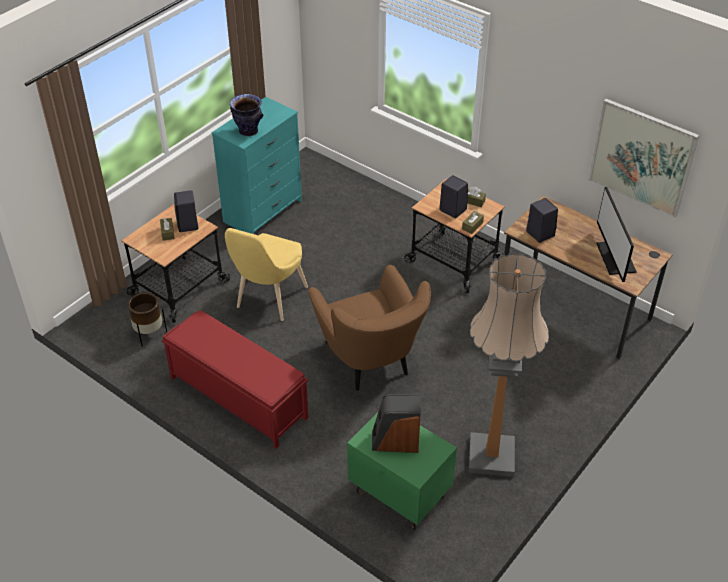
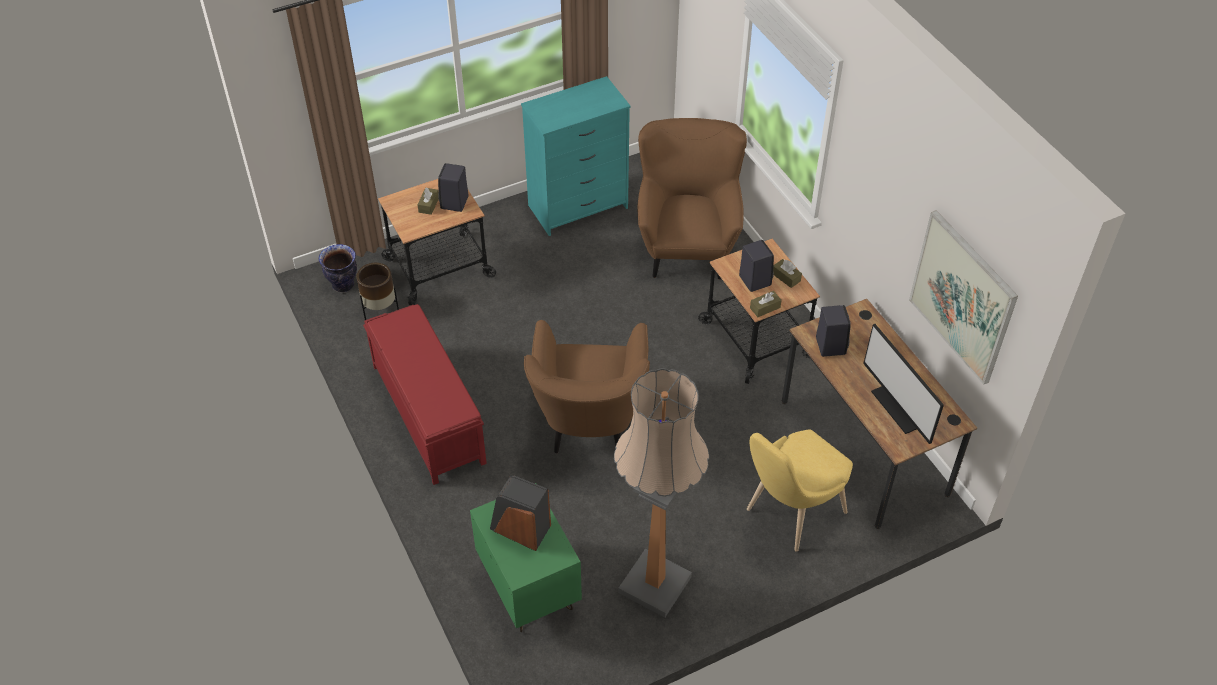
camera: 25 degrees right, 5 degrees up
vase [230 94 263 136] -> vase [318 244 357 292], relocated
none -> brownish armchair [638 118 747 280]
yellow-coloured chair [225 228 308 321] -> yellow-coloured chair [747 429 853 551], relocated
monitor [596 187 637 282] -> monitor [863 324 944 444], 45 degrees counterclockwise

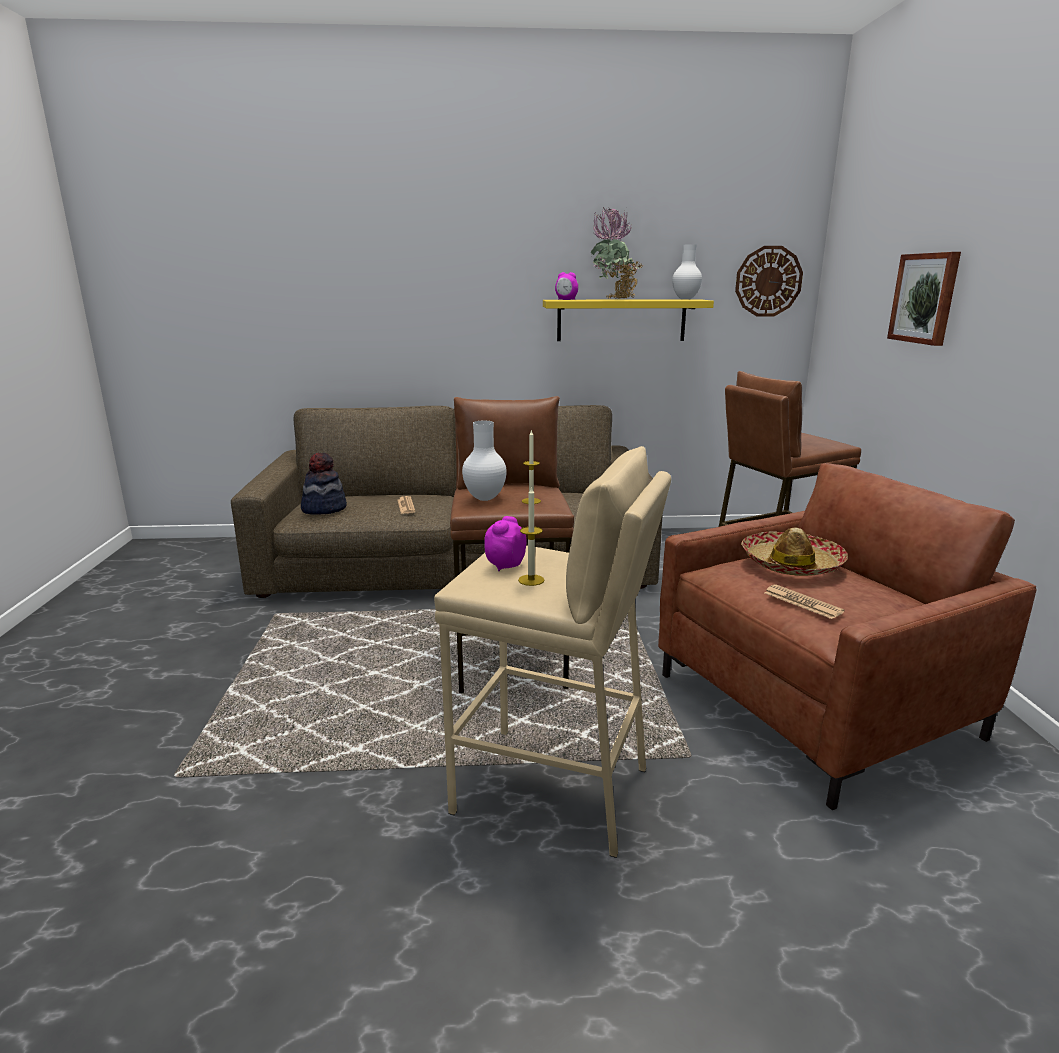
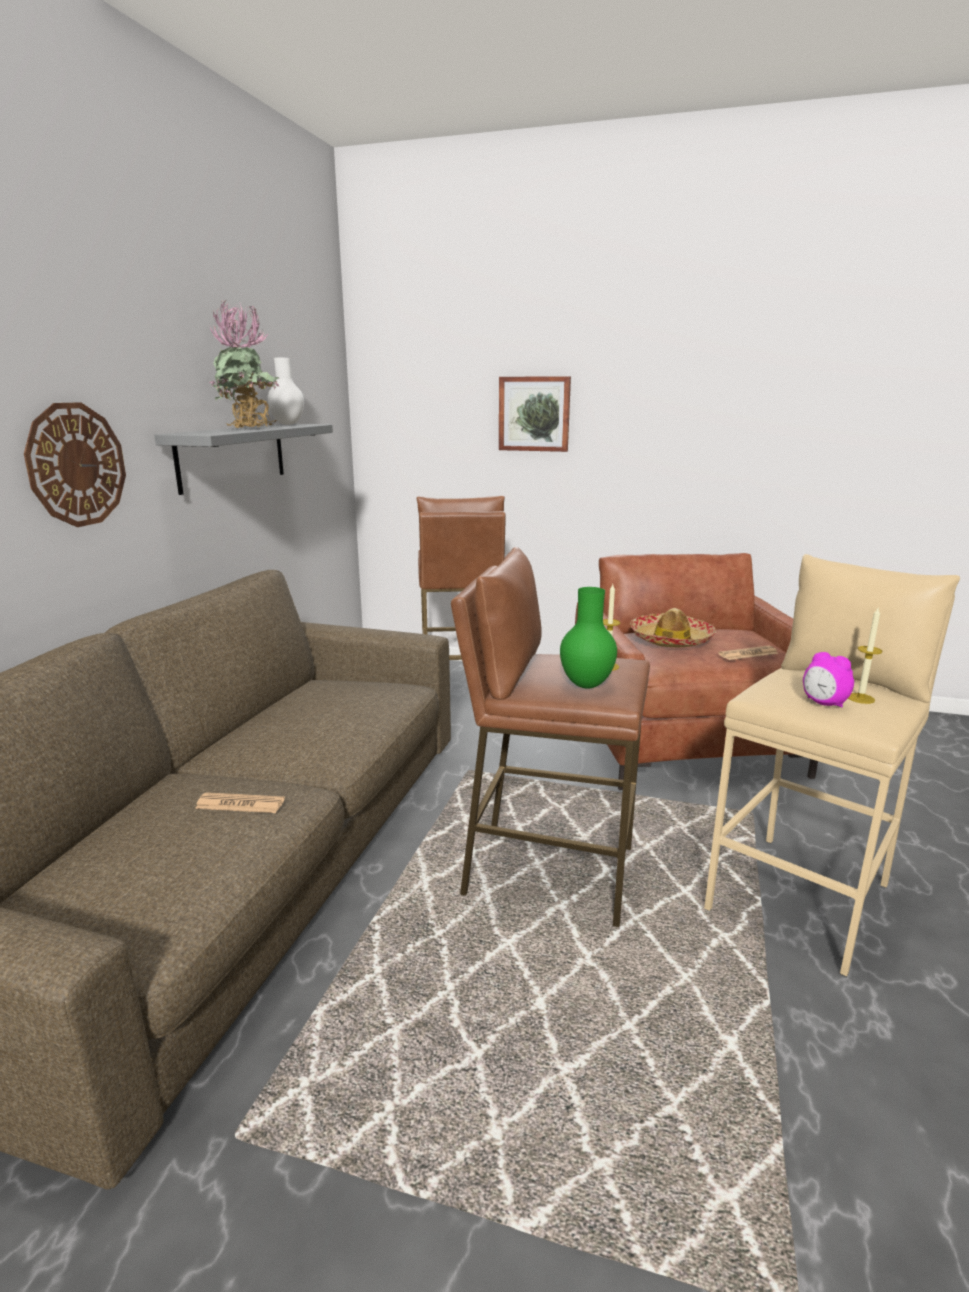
camera: 70 degrees left, 0 degrees up
wall clock [735 246 803 317] -> wall clock [24 402 126 527], relocated
yellow-coloured shelf [543 299 714 341] -> grey shelf [154 424 333 495]
whitish vase [462 421 507 501] -> greenish vase [560 587 617 689]
wearable hat [301 453 347 515] -> none
alarm clock [555 272 578 300] -> none

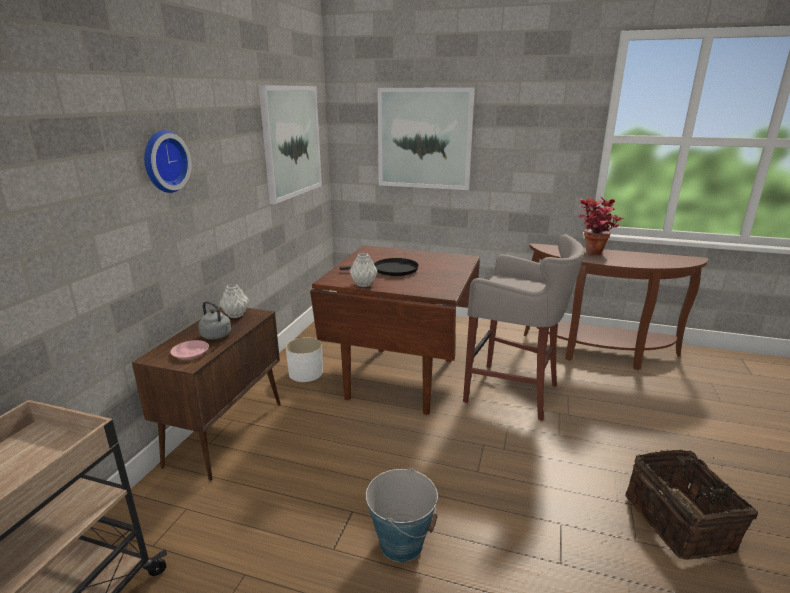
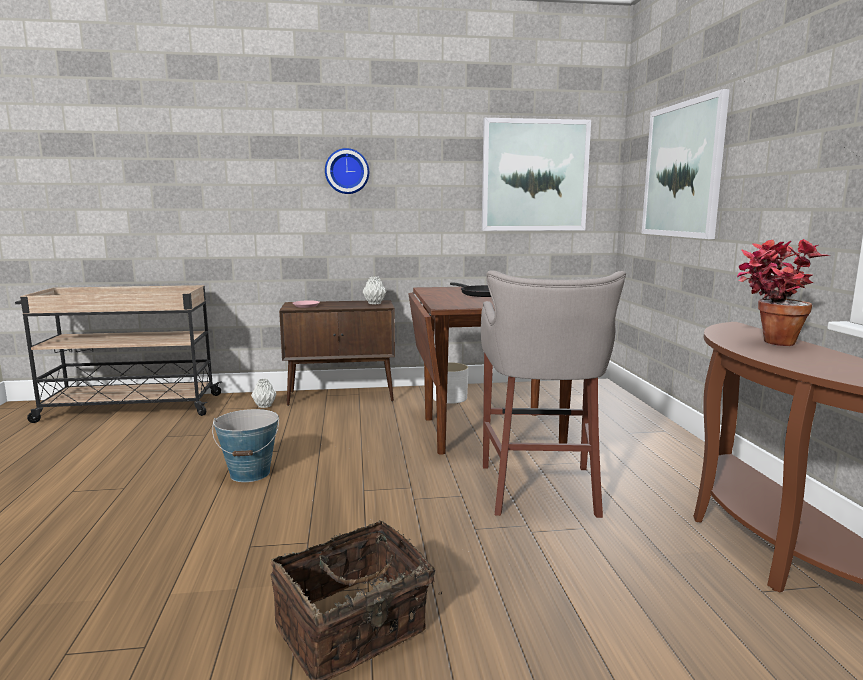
camera: 65 degrees right, 10 degrees down
grey vase [350 253 378 287] -> grey vase [251 378 276 408], relocated
grey tea kettle [198 301 231 340] -> none

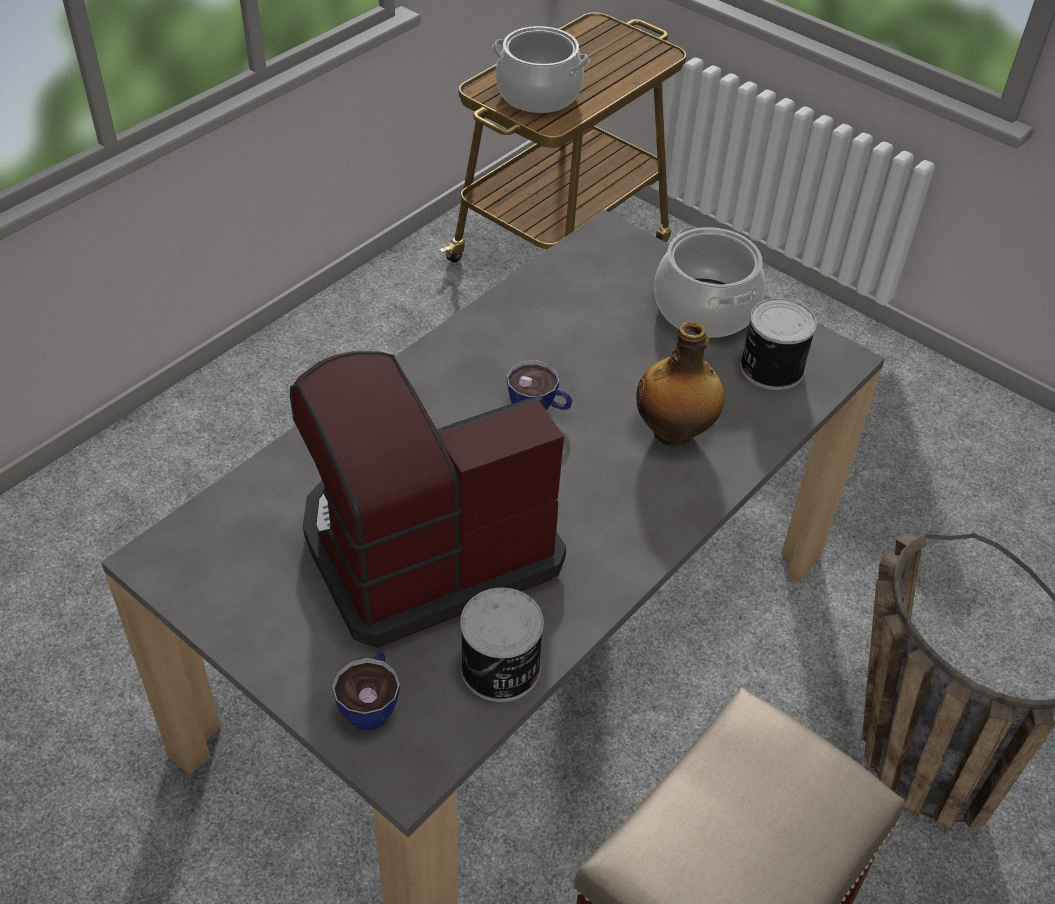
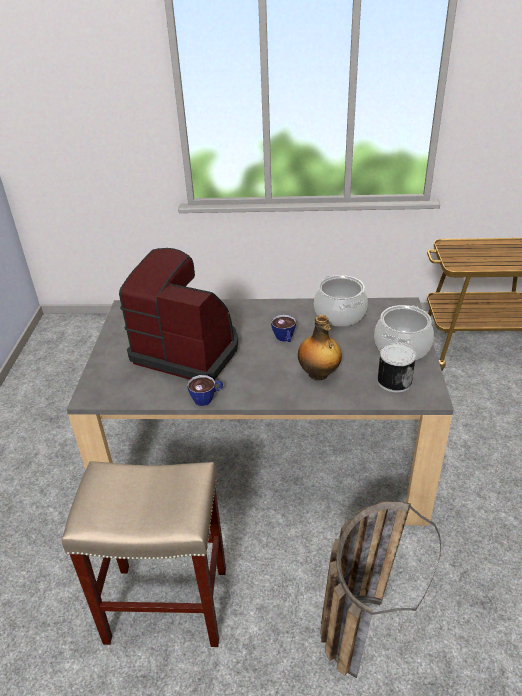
camera: 55 degrees right, 10 degrees down
drinking cup [332 652 400 731] -> drinking cup [187 375 223 406], relocated
cooking pot [492 26 590 113] -> cooking pot [314 275 368 326], relocated
sealed can [460 588 544 702] -> none

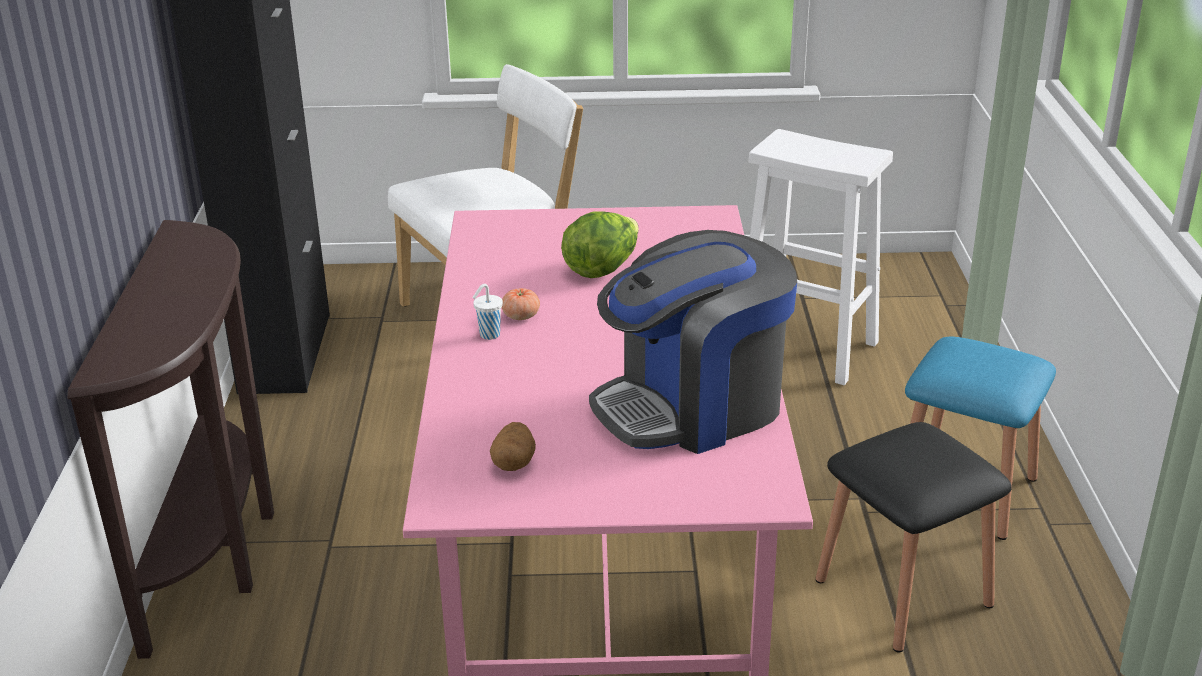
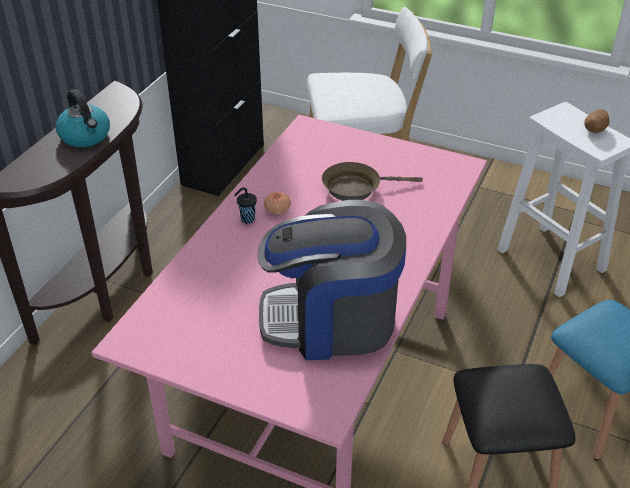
camera: 25 degrees right, 10 degrees up
none -> tea kettle [56 89 110 147]
whitish drinking cup [472 284 503 340] -> blackish drinking cup [234 187 257 224]
lettuce head [561 212 639 278] -> brownish skillet [322 162 423 201]
whole potato [490 422 536 471] -> whole potato [584 109 610 133], relocated

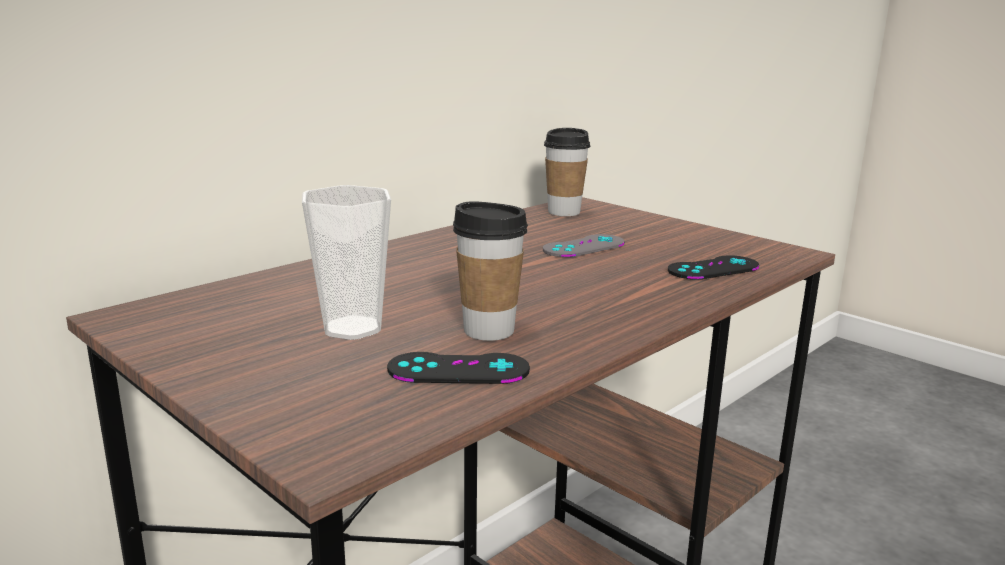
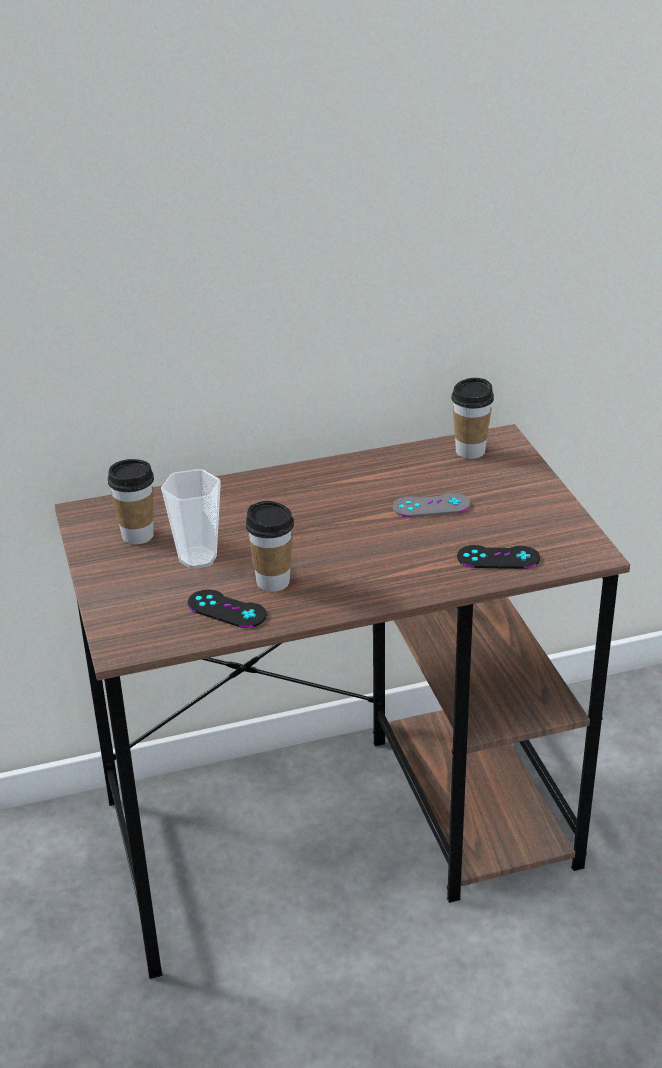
camera: 30 degrees right, 15 degrees up
none -> drinking cup [108 459 154 544]

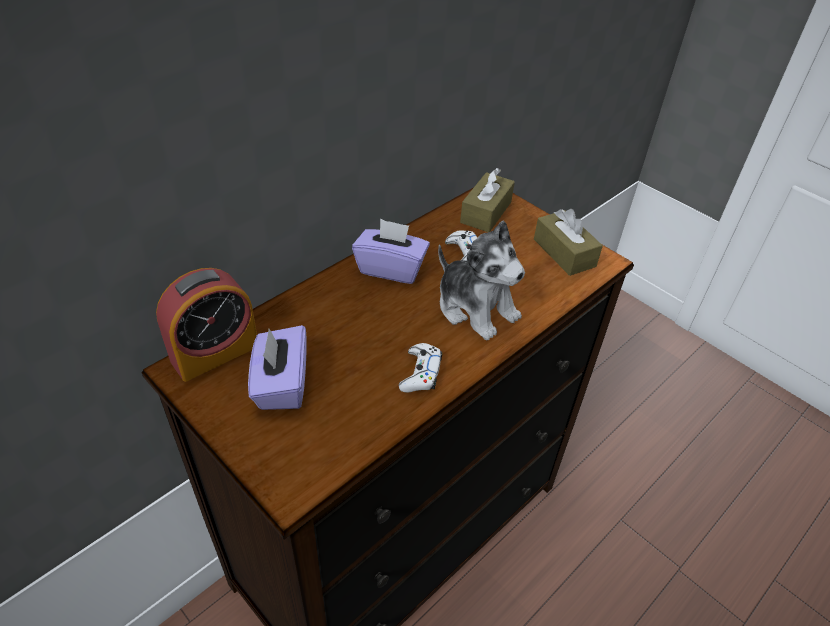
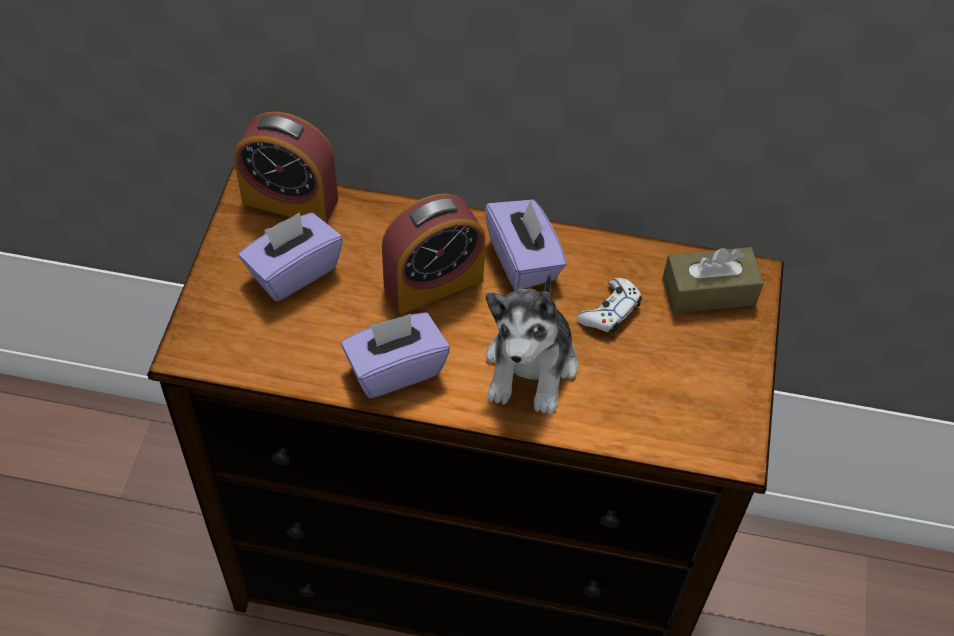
camera: 55 degrees right, 10 degrees up
whitish joypad [399 343 442 392] -> purple-coloured tissue box [341 312 450 398]
none -> alarm clock [382 194 485 314]
brownish tissue box [534 209 603 276] -> none

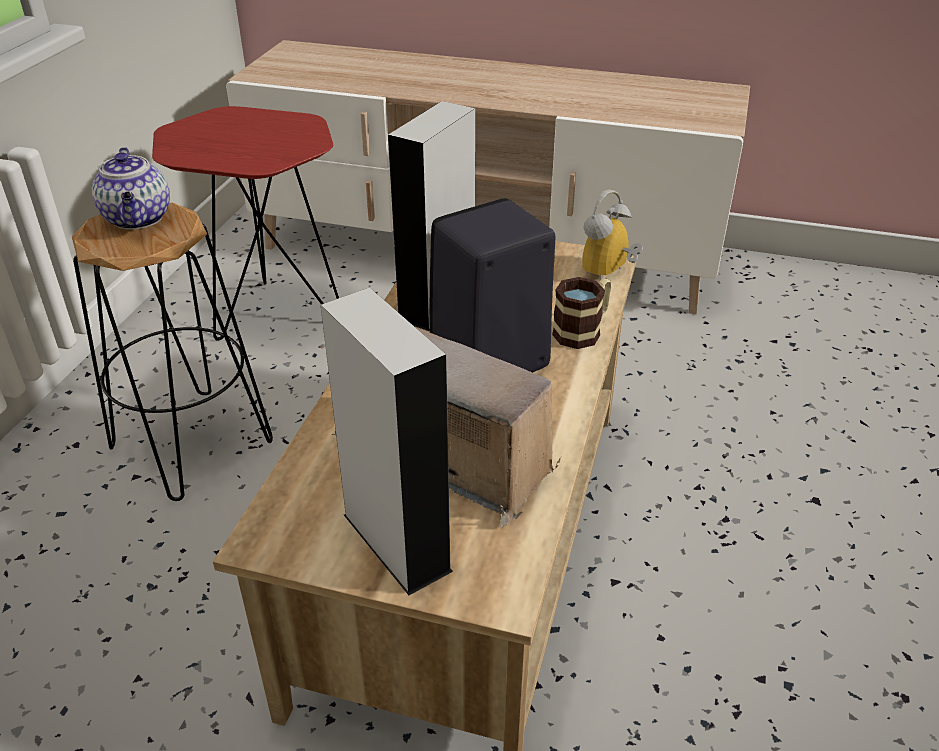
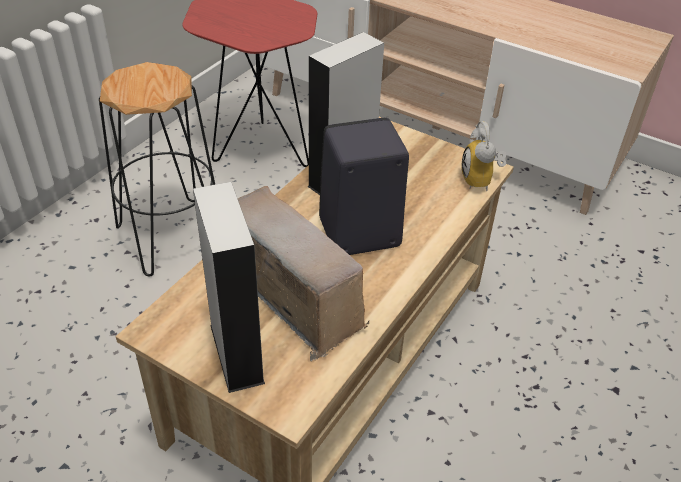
camera: 15 degrees right, 5 degrees up
alarm clock [582 190 643 280] -> alarm clock [461 121 506 191], 60 degrees counterclockwise
tea pot [92 147 170 230] -> none
mug [552 277 611 349] -> none

